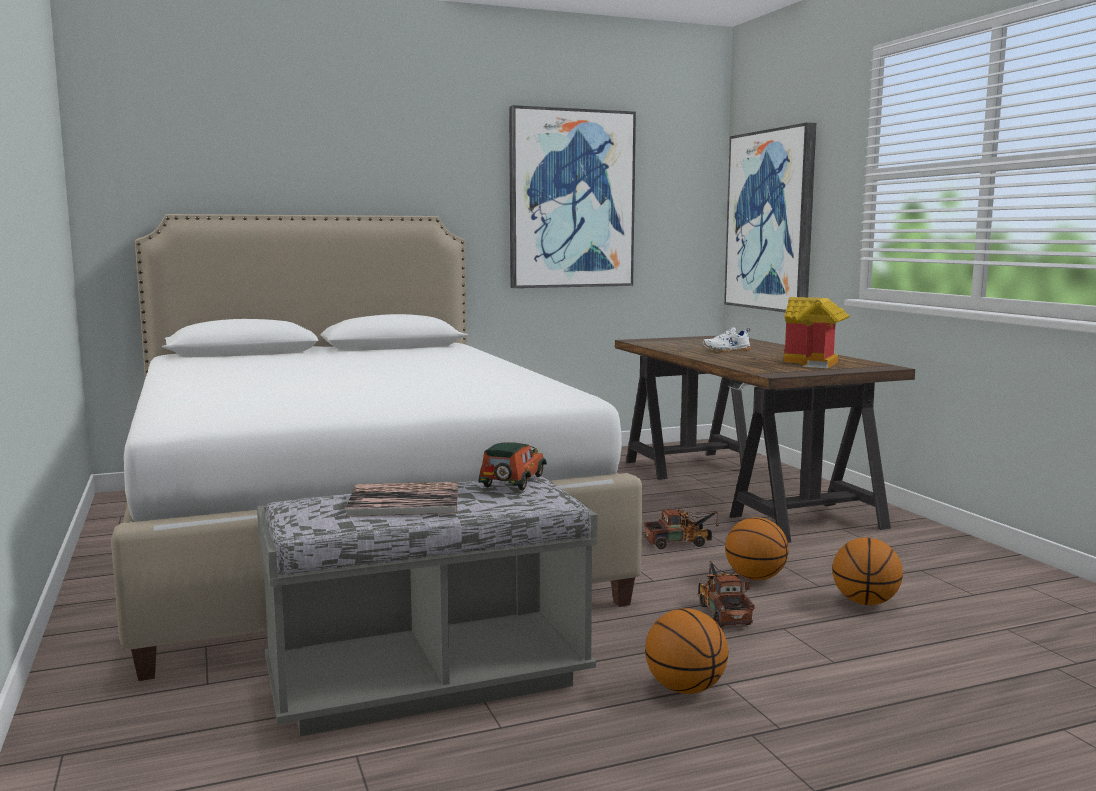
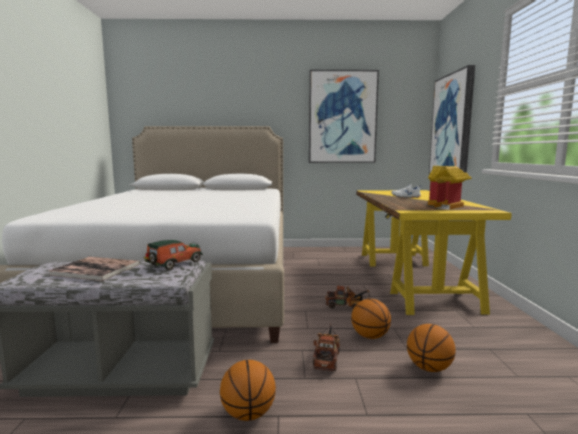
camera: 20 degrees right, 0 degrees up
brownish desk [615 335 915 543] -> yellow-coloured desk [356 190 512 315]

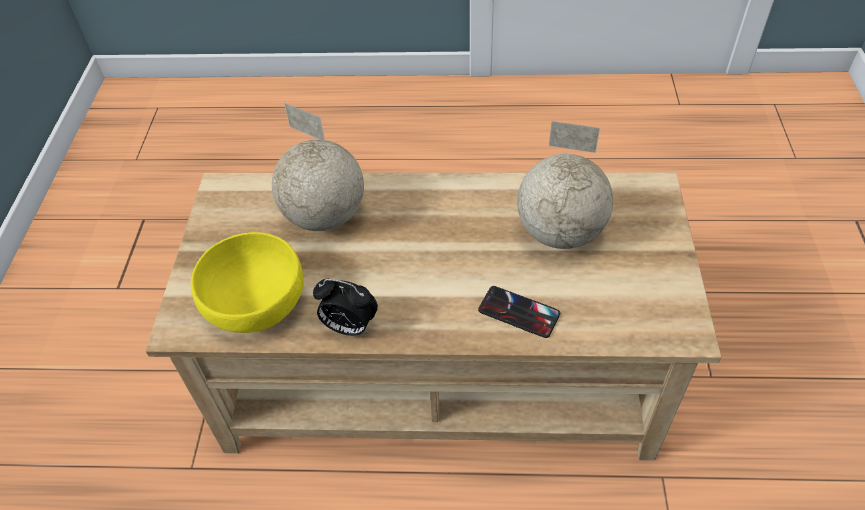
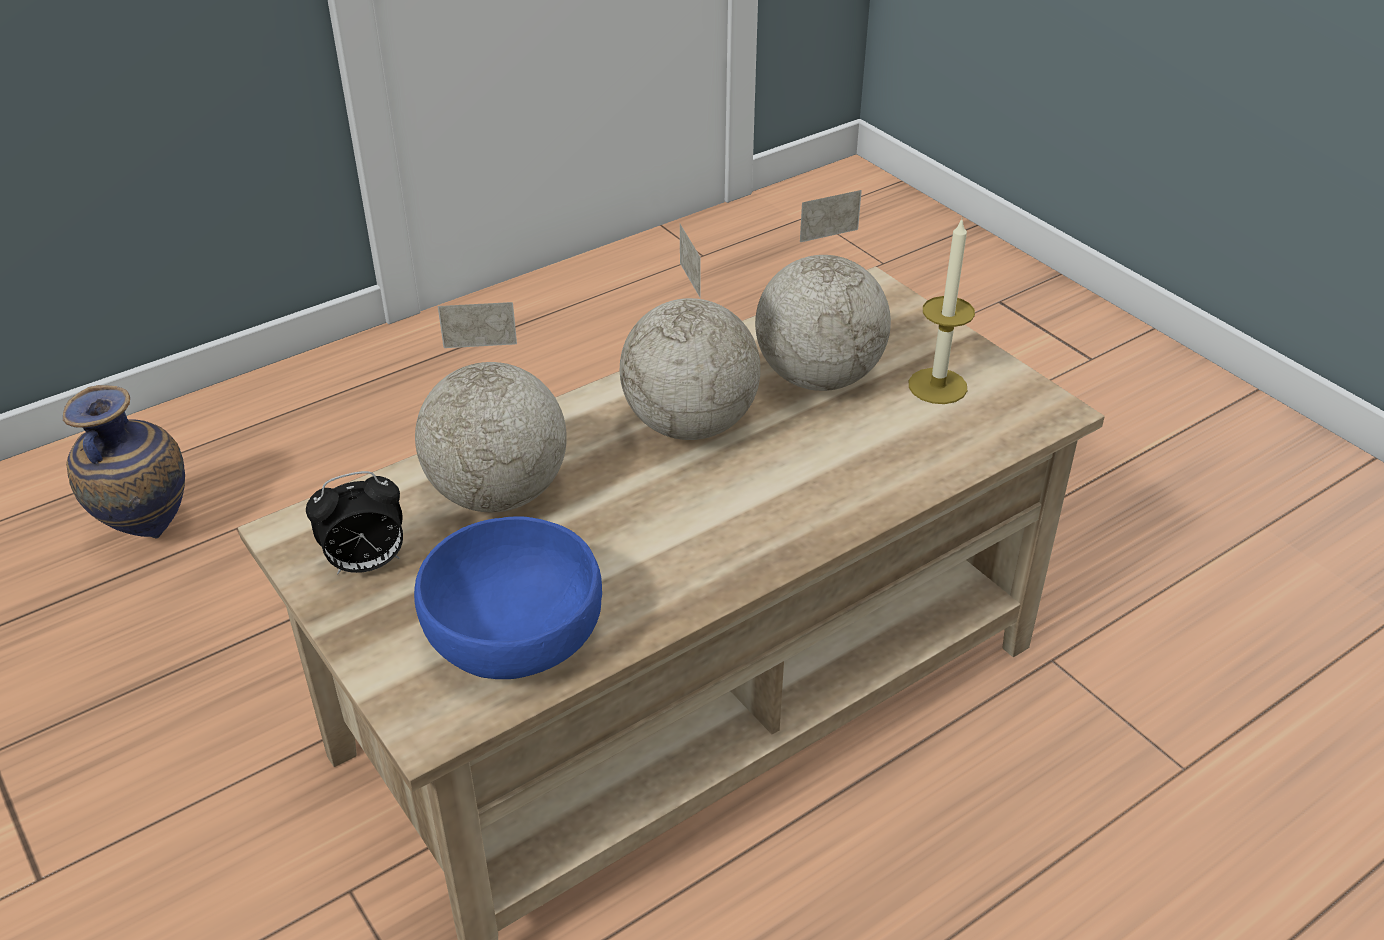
camera: 40 degrees left, 10 degrees down
none -> vase [63 385 185 539]
alarm clock [313 279 378 336] -> alarm clock [306 471 403 575], relocated
yellow-coloured bowl [191 232 304 333] -> blue bowl [414 516 602 679]
none -> globe [620 224 761 440]
none -> wax candle [909 219 975 404]
handset [478 286 560 338] -> none

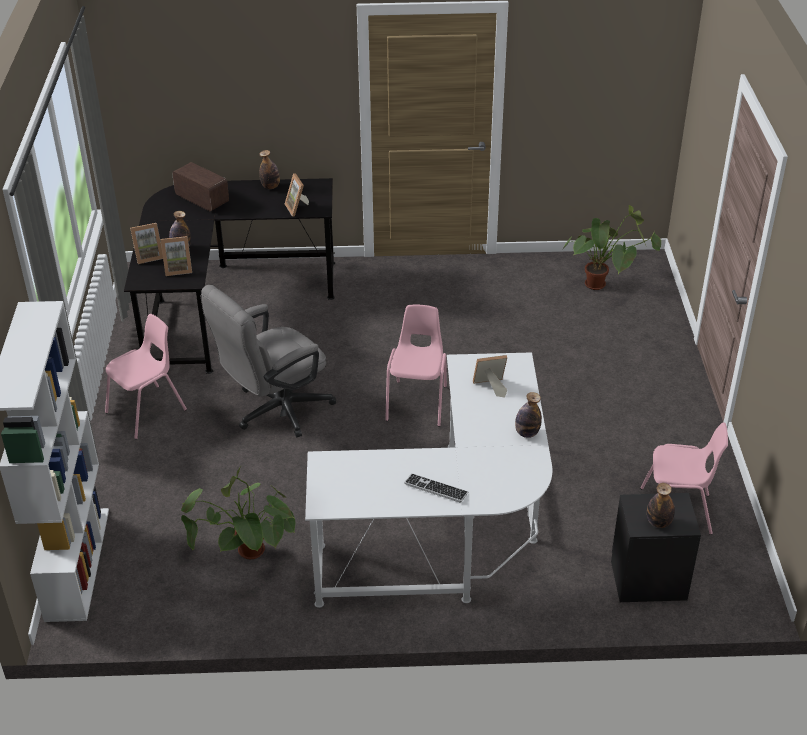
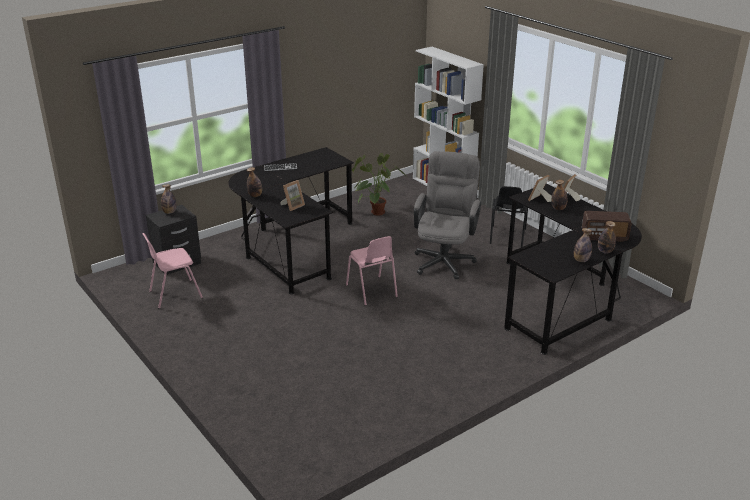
camera: 145 degrees right, 10 degrees down
whitish desk [305 352 552 608] -> blackish desk [228 147 354 294]
pink-coloured chair [105 314 187 439] -> blackish chair [490 186 528 247]
none -> drink bottle [598 221 616 254]
standing frame [285 173 309 217] -> none
houseplant [563 205 661 290] -> none

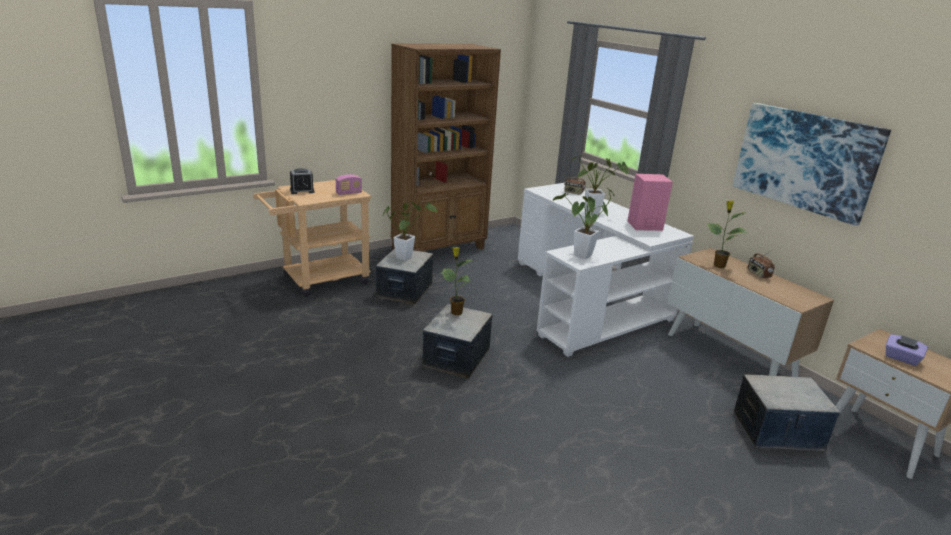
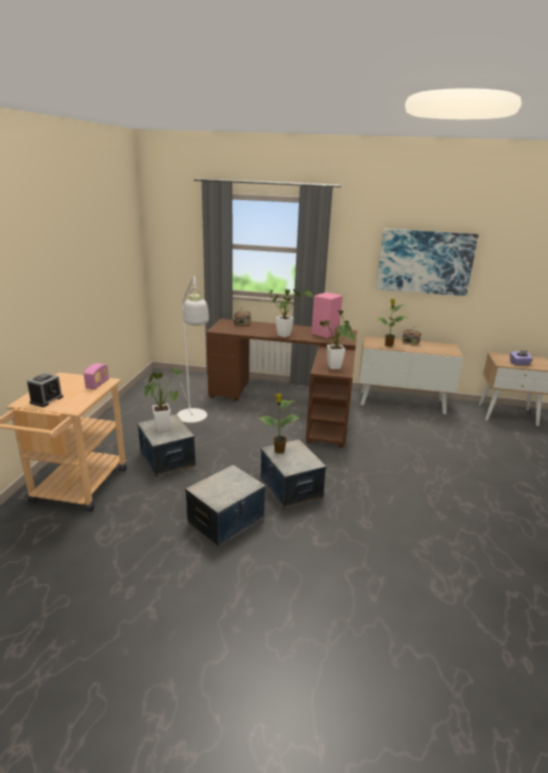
camera: 45 degrees left, 0 degrees up
none -> whitish floor lamp [177 275 209 423]
storage container [734 374 840 451] -> storage container [185 465 266 547], relocated
whitish desk [518 183 694 357] -> brownish desk [206 319 357 448]
brownish bookshelf [391 44 501 252] -> none

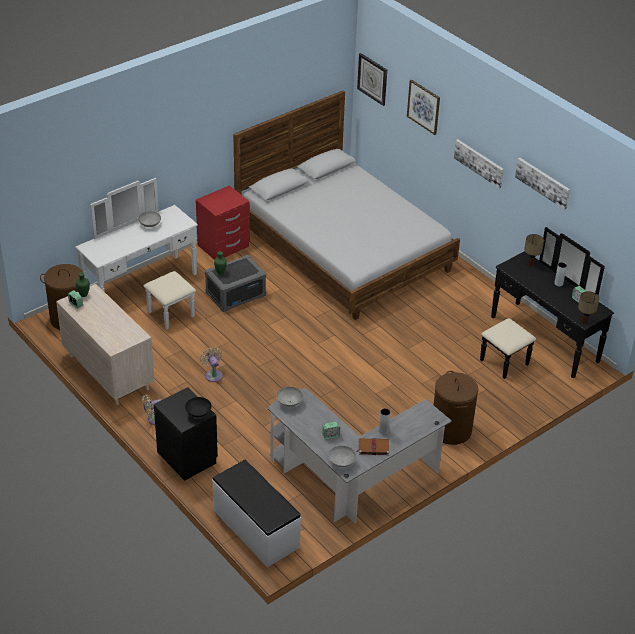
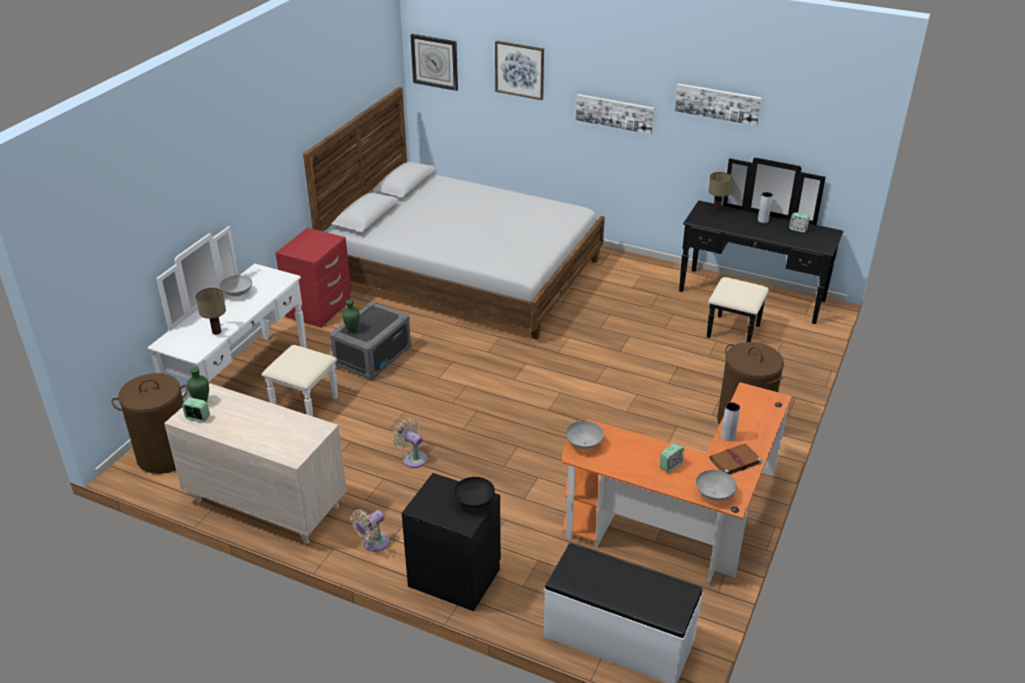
camera: 25 degrees left, 5 degrees down
tabletop lamp [578 291 599 324] -> tabletop lamp [196 288 226 335], relocated
grey desk [268 388 452 524] -> orangey desk [562 382 792 586]

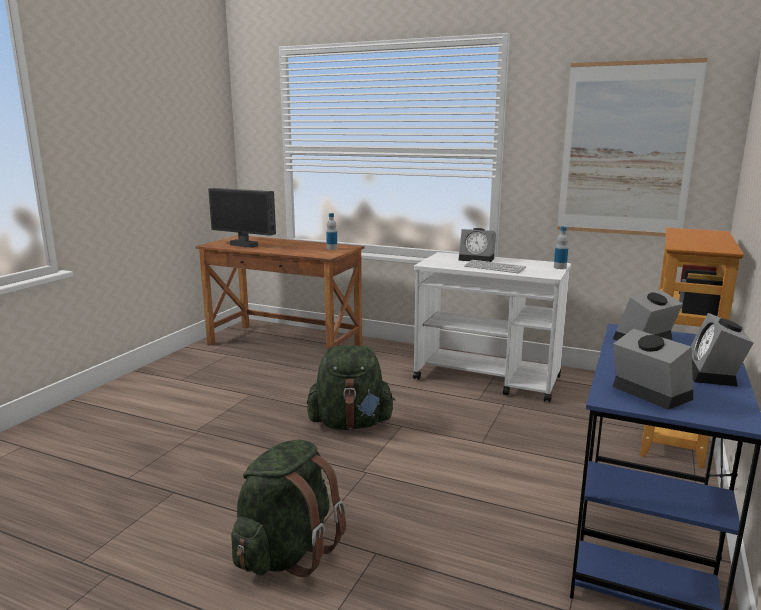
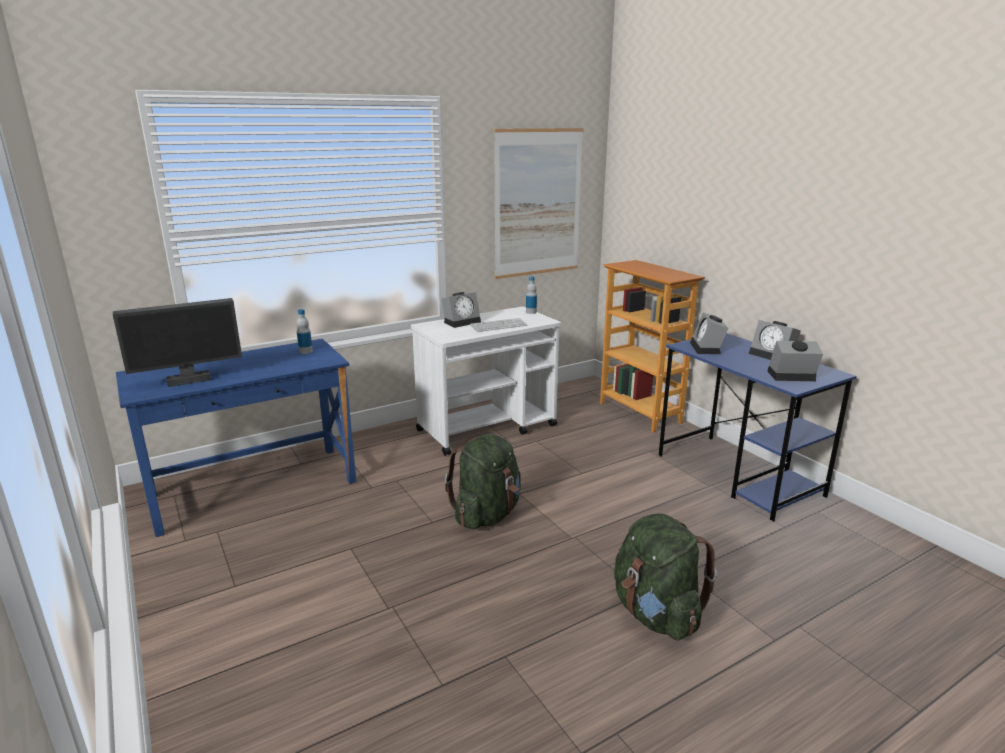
camera: 55 degrees left, 5 degrees up
brownish desk [196 235 364 350] -> blue desk [116 339 356 537]

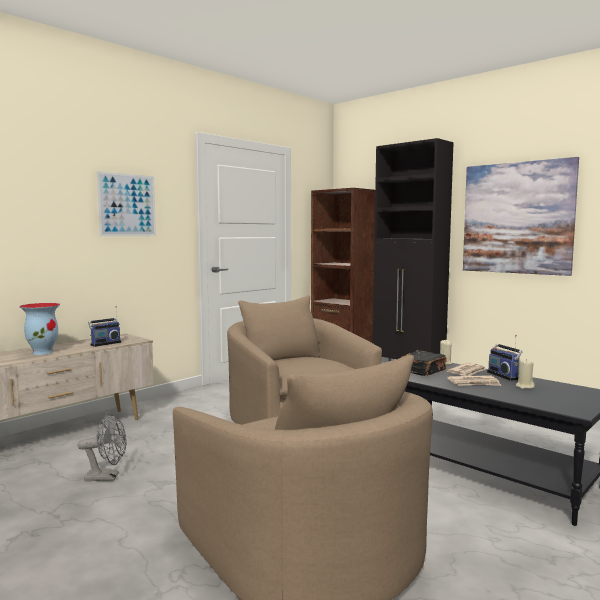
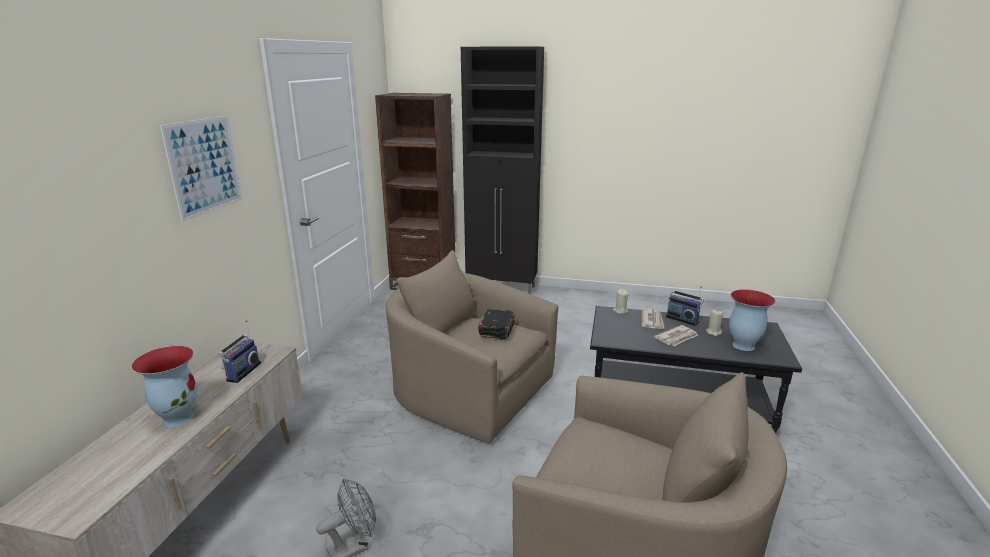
camera: 30 degrees left, 15 degrees up
blackish book [401 350 447 376] -> blackish book [478 309 515 339], relocated
none -> vase [729 289 776 351]
wall art [463 157 579 276] -> none

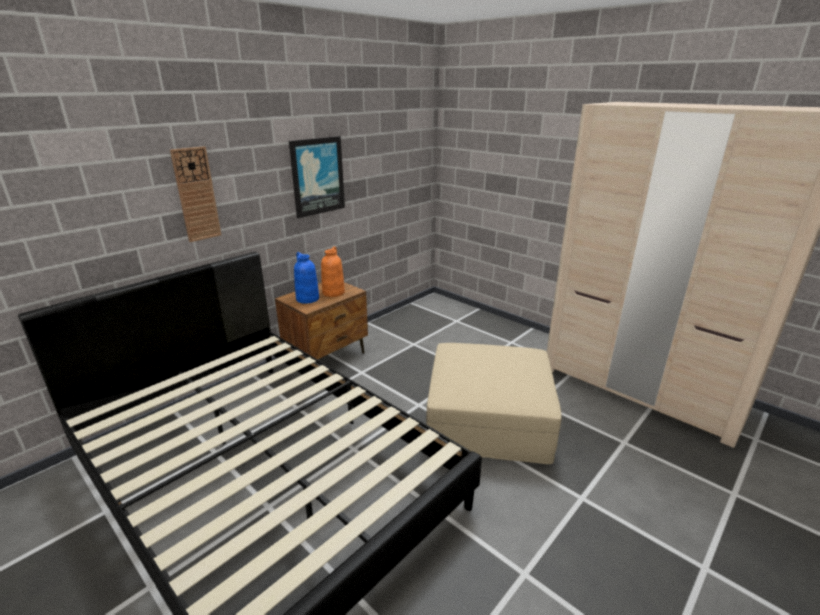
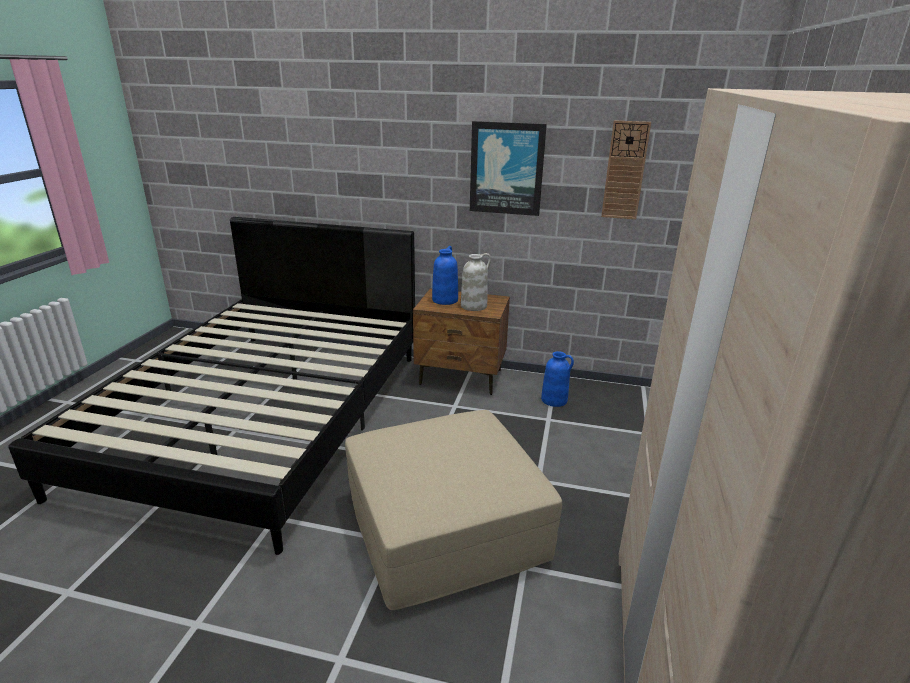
camera: 60 degrees right, 0 degrees up
orangey vase [321 246 345 297] -> whitish vase [461 253 491 311]
none -> blue vase [541 351 574 407]
wall clock [170 146 221 242] -> wall clock [601 120 651 219], relocated

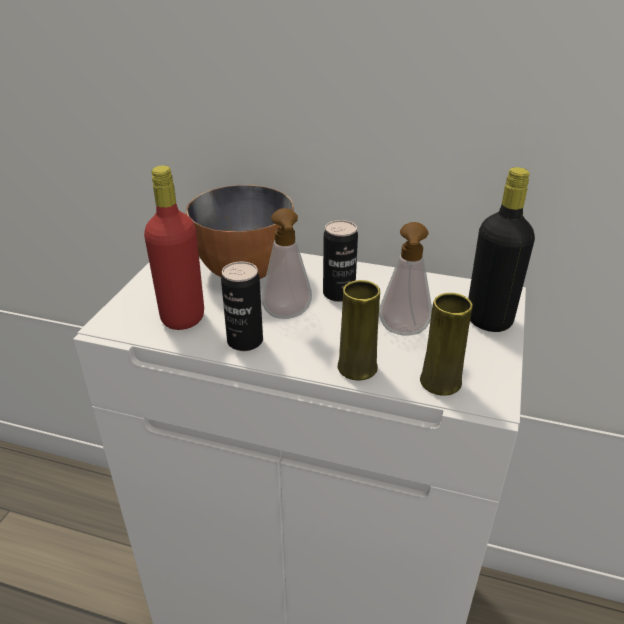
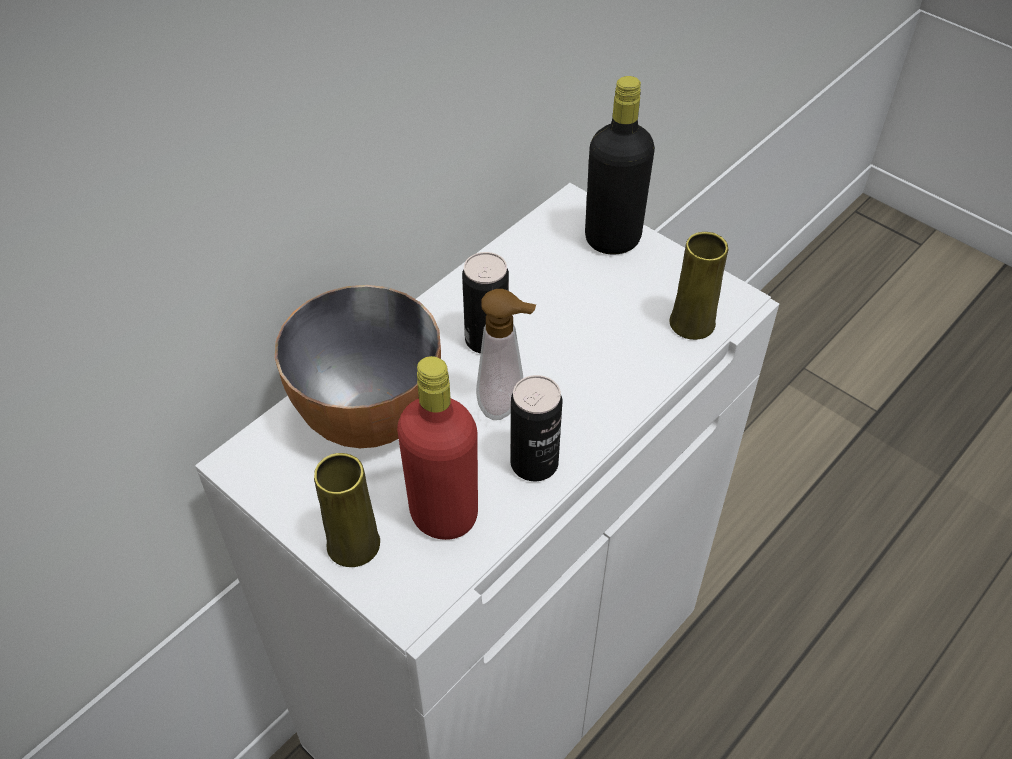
camera: 65 degrees left, 15 degrees up
yellow-coloured vase [338 280 380 381] -> yellow-coloured vase [314 453 380 567], relocated
liquid soap bottle [379 222 432 336] -> none

